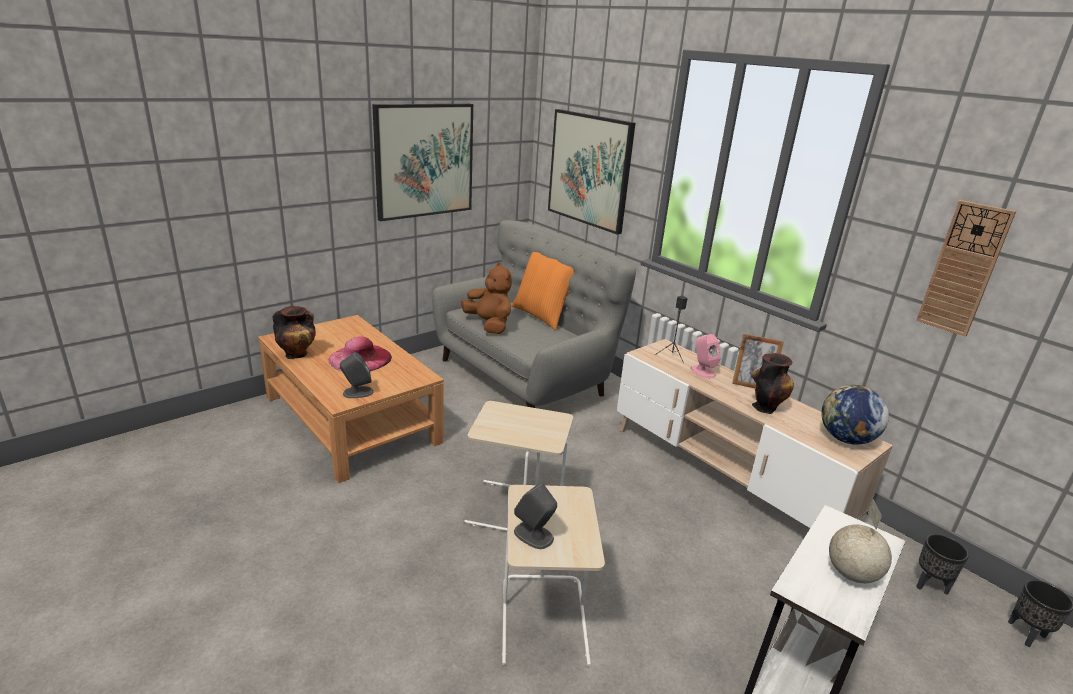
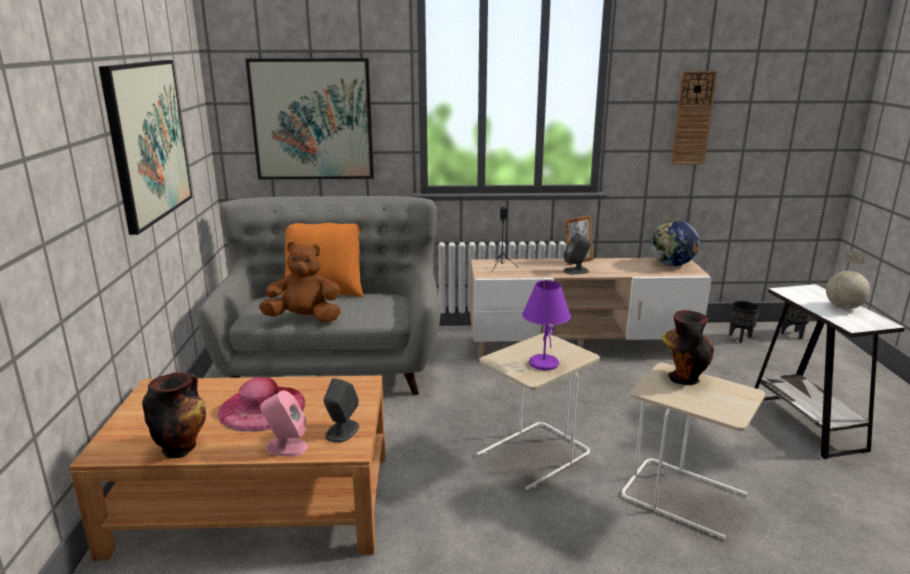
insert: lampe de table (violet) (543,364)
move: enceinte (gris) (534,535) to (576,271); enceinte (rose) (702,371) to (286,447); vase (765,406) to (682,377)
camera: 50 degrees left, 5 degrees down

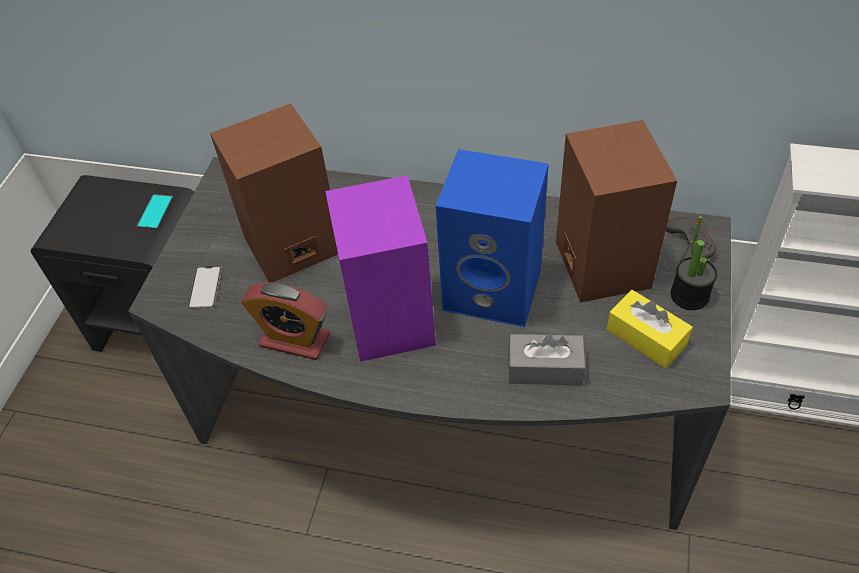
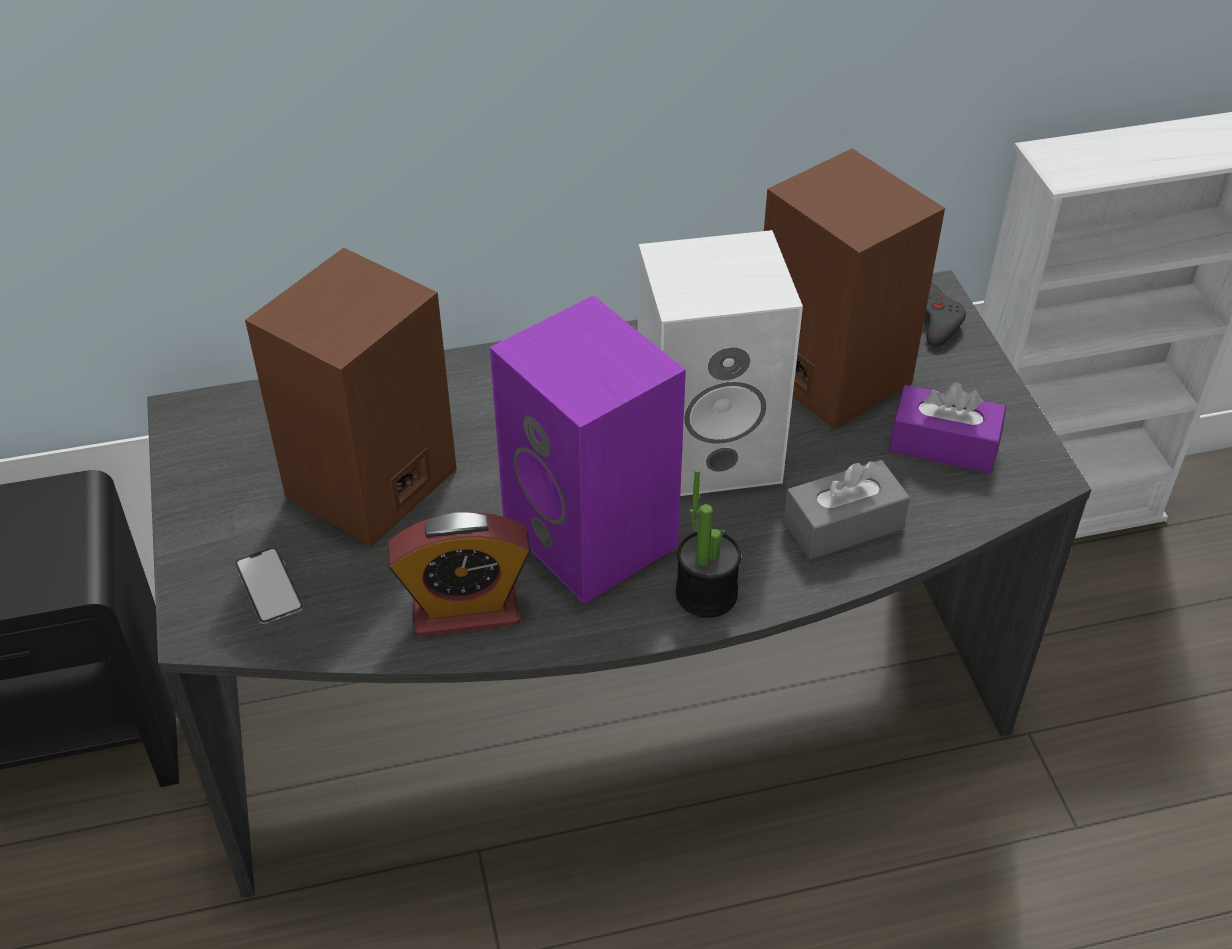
delete: téléphone (155,212)
move: plante en pot (689,295) to (706,594)
recolor: enceinte (bleu) (495,289) to enceinte (blanc) (711,448); boîte à mouchoirs (jaune) (646,337) to boîte à mouchoirs (violet) (943,444)
camera: 30 degrees left, 5 degrees down

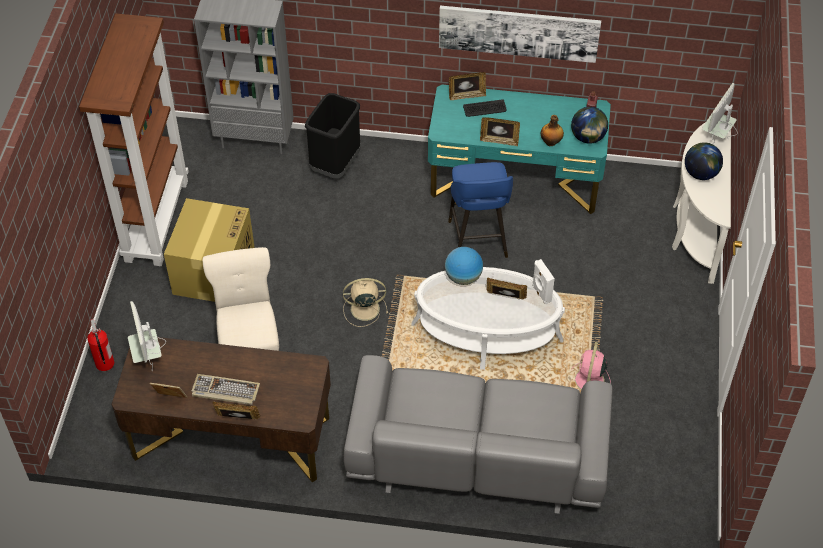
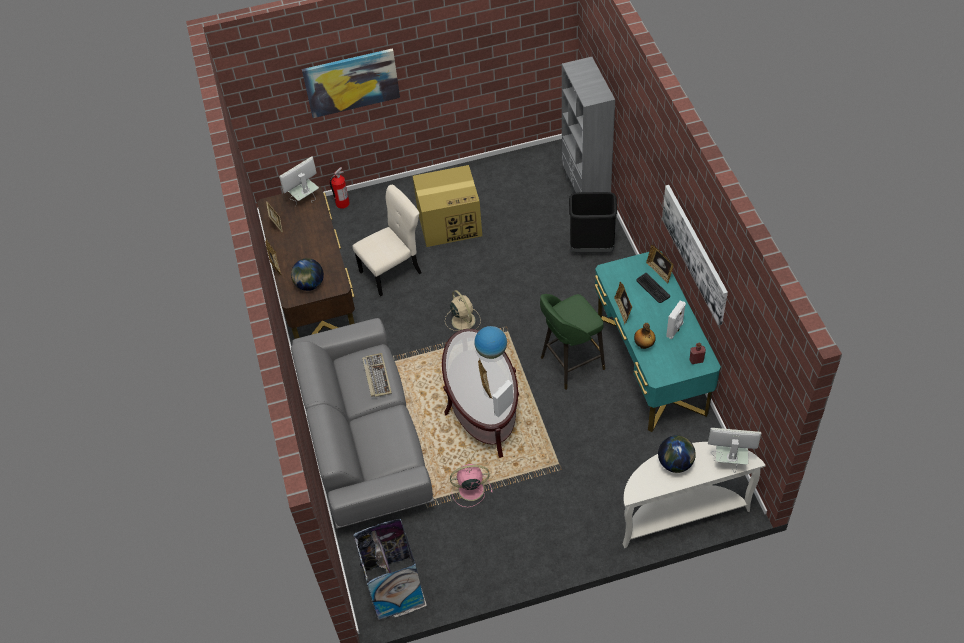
delete: bibliothèque (marron) (156,219)
insert: tableau (351,82); poubelle (394,587); enceinte (blanc) (675,330)
move: clavier (225,391) to (376,376); globe (588,137) to (309,284)
recolor: table basse (blanc) (487,332) to table basse (marron) (482,404); tabouret (bleu) (478,241) to tabouret (vert) (570,364)
camera: 70 degrees right, 0 degrees up

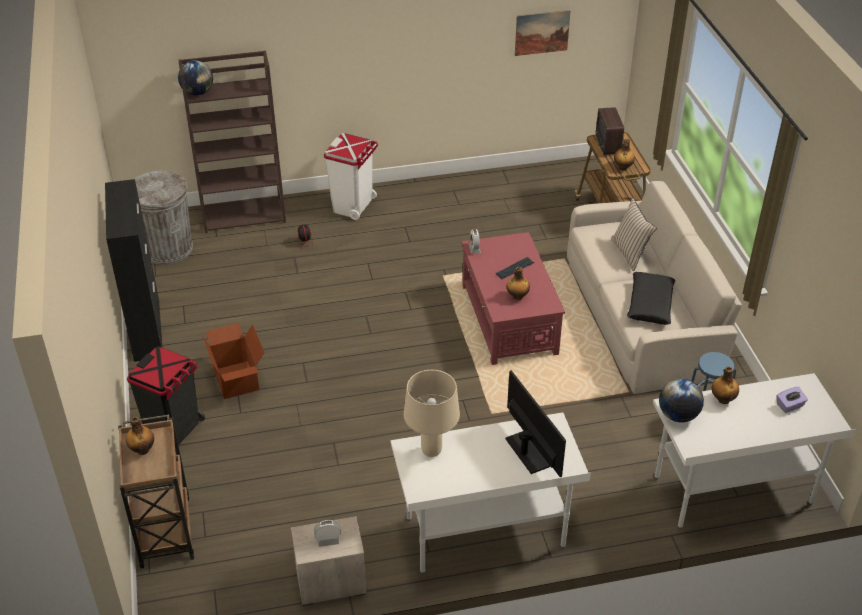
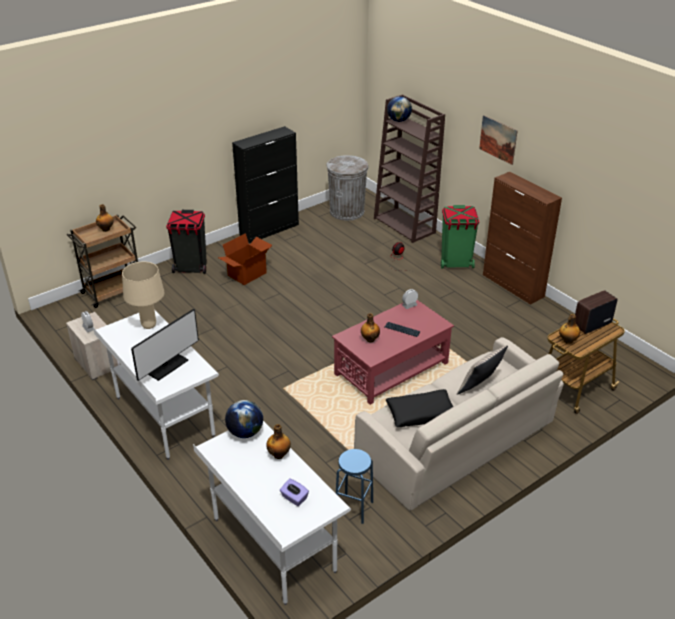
insert: meuble de rangement (marron) (513,286)
move: tableau (542,32) to (498,139)
recolor: poubelle (blanc) (353,206) to poubelle (vert) (456,263)
camera: 65 degrees right, 5 degrees down

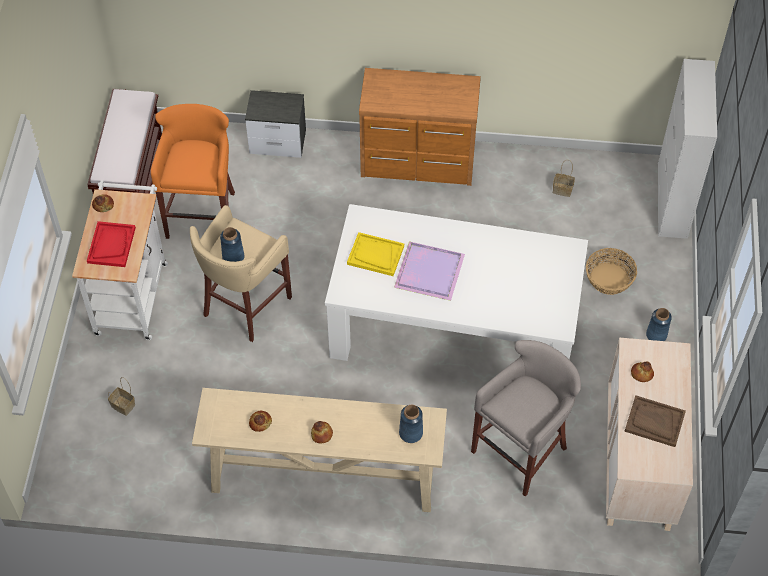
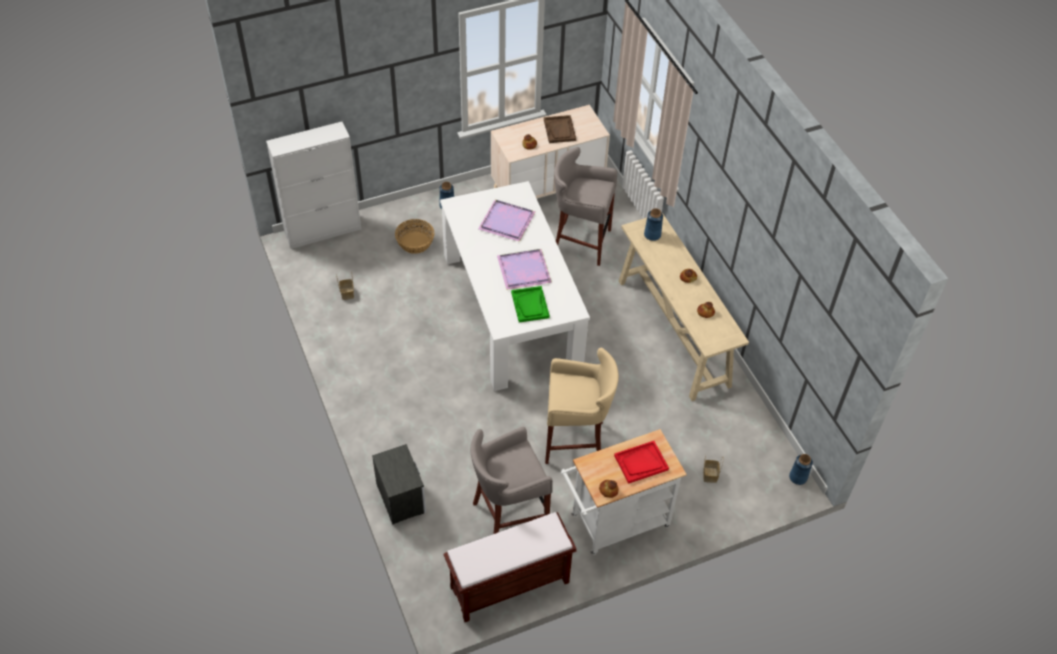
delete: commode (marron) (418,162)
insert: plateau (violet) (507,222)
move: vase (bleu) (233,257) to (798,477)
recolor: tabouret (orange) (203,213) to tabouret (gris) (508,515); plateau (jaune) (375,255) to plateau (vert) (530,305)
camera: 120 degrees left, 5 degrees down

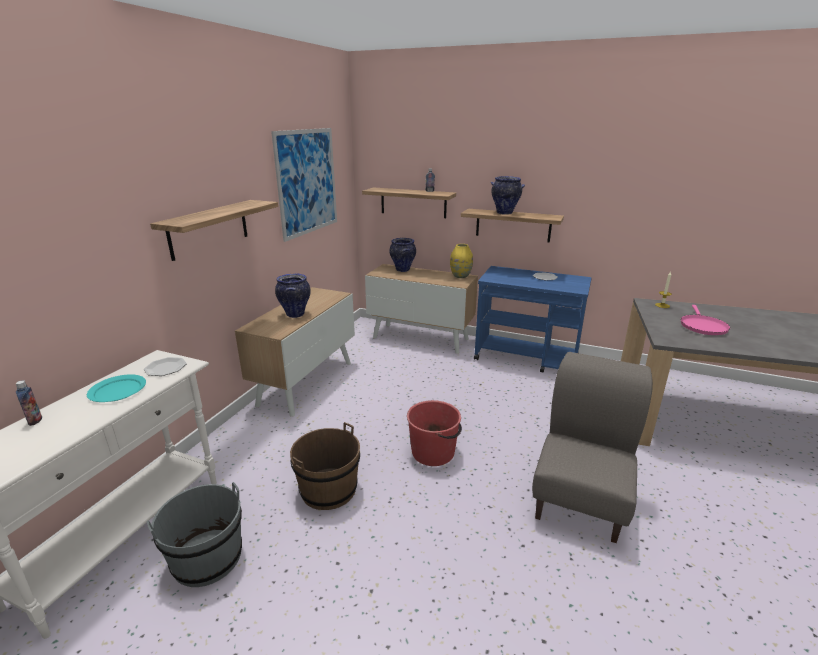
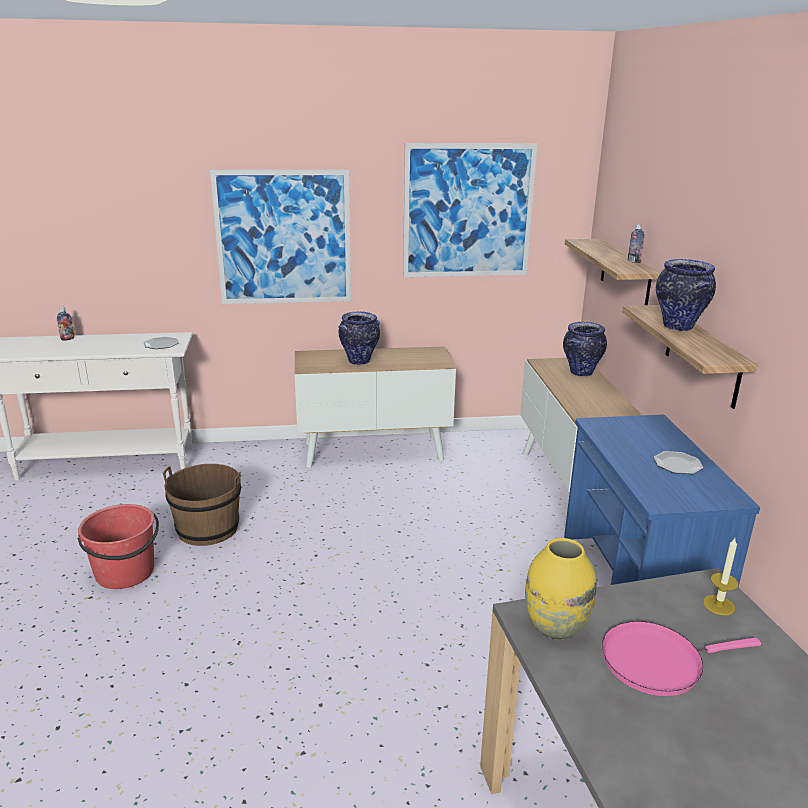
delete: assiette (turquoise) (117,391); seau (gris) (207,558); chaise (gris) (580,500)
move: seau (rouge) (433,452) to (125,572); vase (jaune) (460,276) to (555,627)
replace: étagère (209,229) to tableau (283,238)
camera: 60 degrees right, 0 degrees up

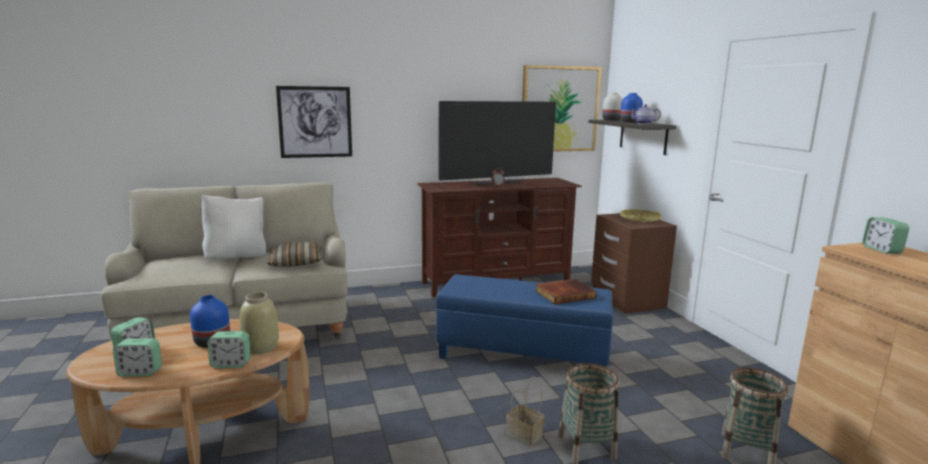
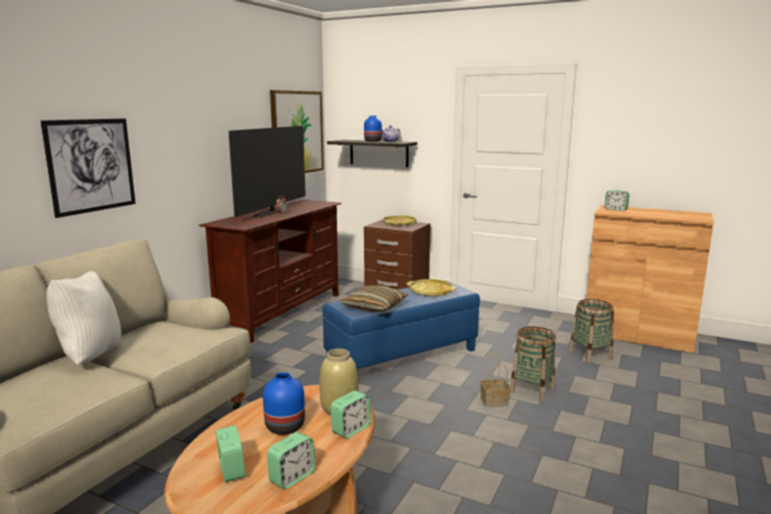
delete: vase (blanc) (612,120)
move: coussin (296,262) to (374,306)
replace: livre (564,294) to plateau (jaune) (431,291)
camera: 45 degrees left, 0 degrees up

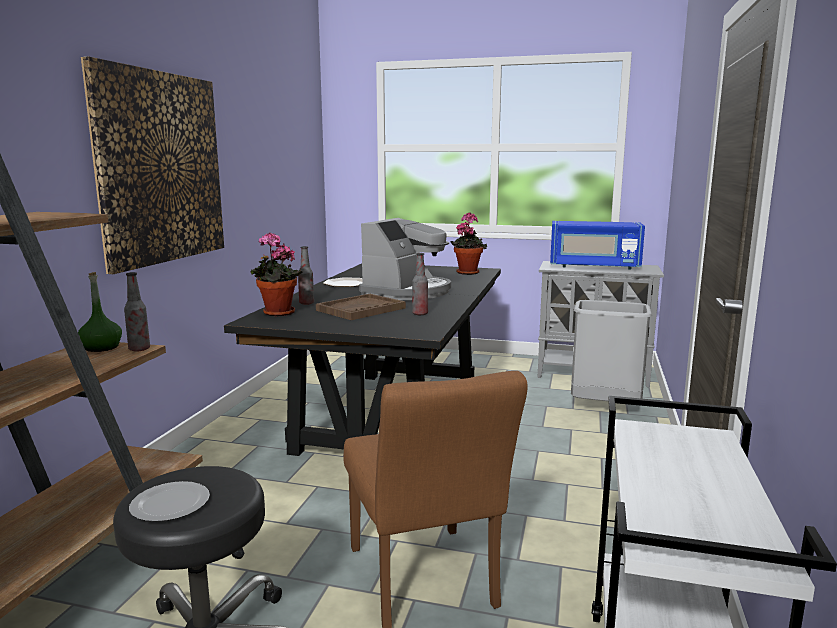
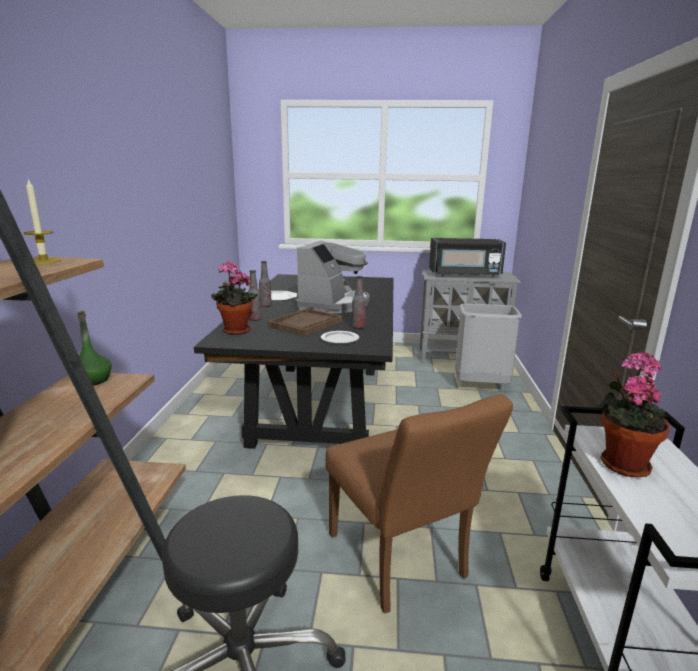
delete: tableau (161,168)
insert: bougie (44,261)
move: bouteille (139,349) to (265,305); assiette (169,504) to (339,339); plante en pot (467,272) to (622,463)
recolor: micro-ondes (bleu) (594,266) to micro-ondes (noir) (464,274)
camera: 10 degrees left, 5 degrees up

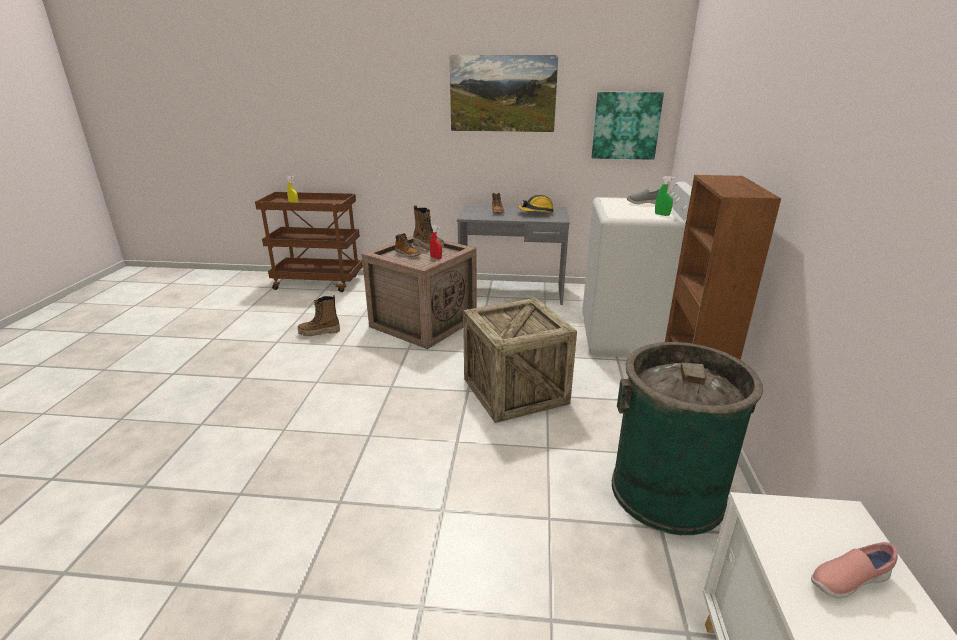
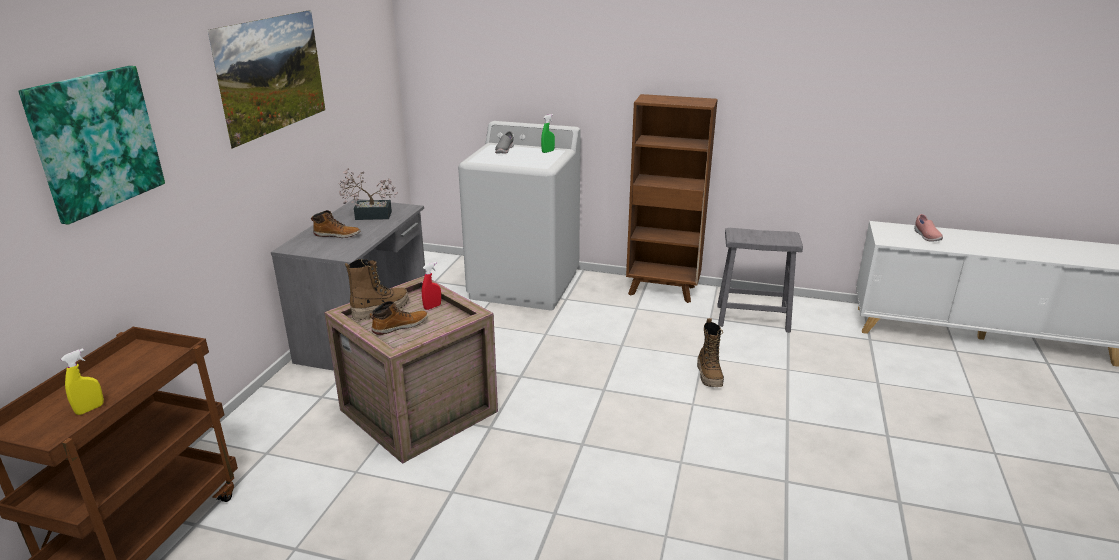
delete: caisse (515,391)
move: botte (319,332) to (709,375); tableau (625,125) to (95,141)
replace: casque de chantier (537,213) to plante en pot (369,215); poubelle (vert) (667,491) to tabouret (gris) (752,318)
camera: 80 degrees left, 0 degrees up

